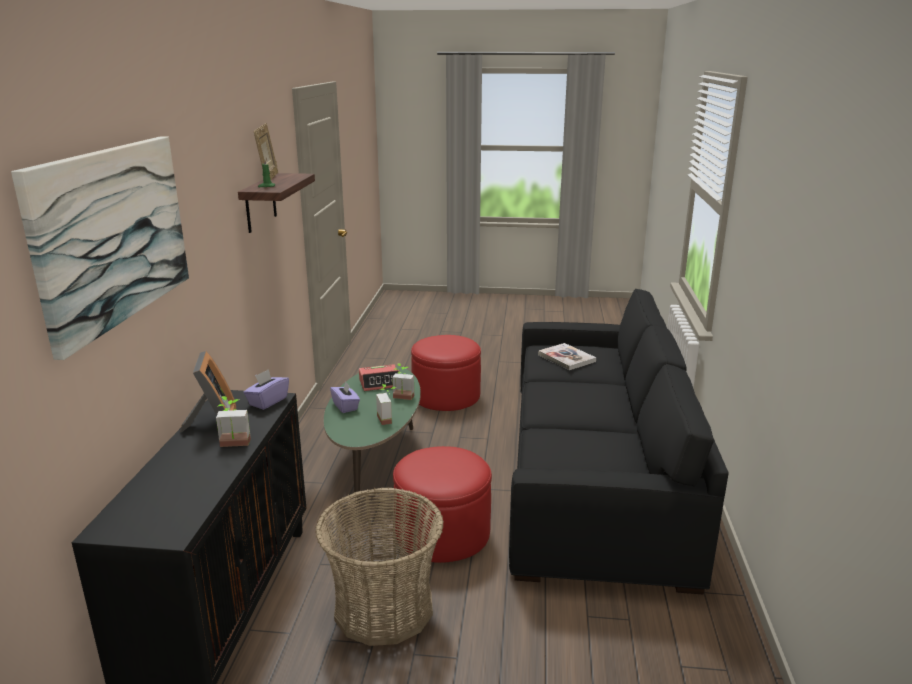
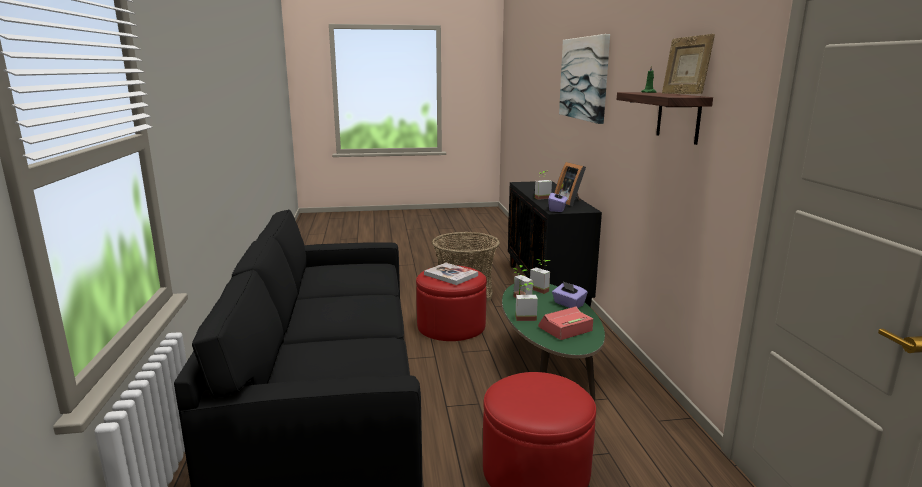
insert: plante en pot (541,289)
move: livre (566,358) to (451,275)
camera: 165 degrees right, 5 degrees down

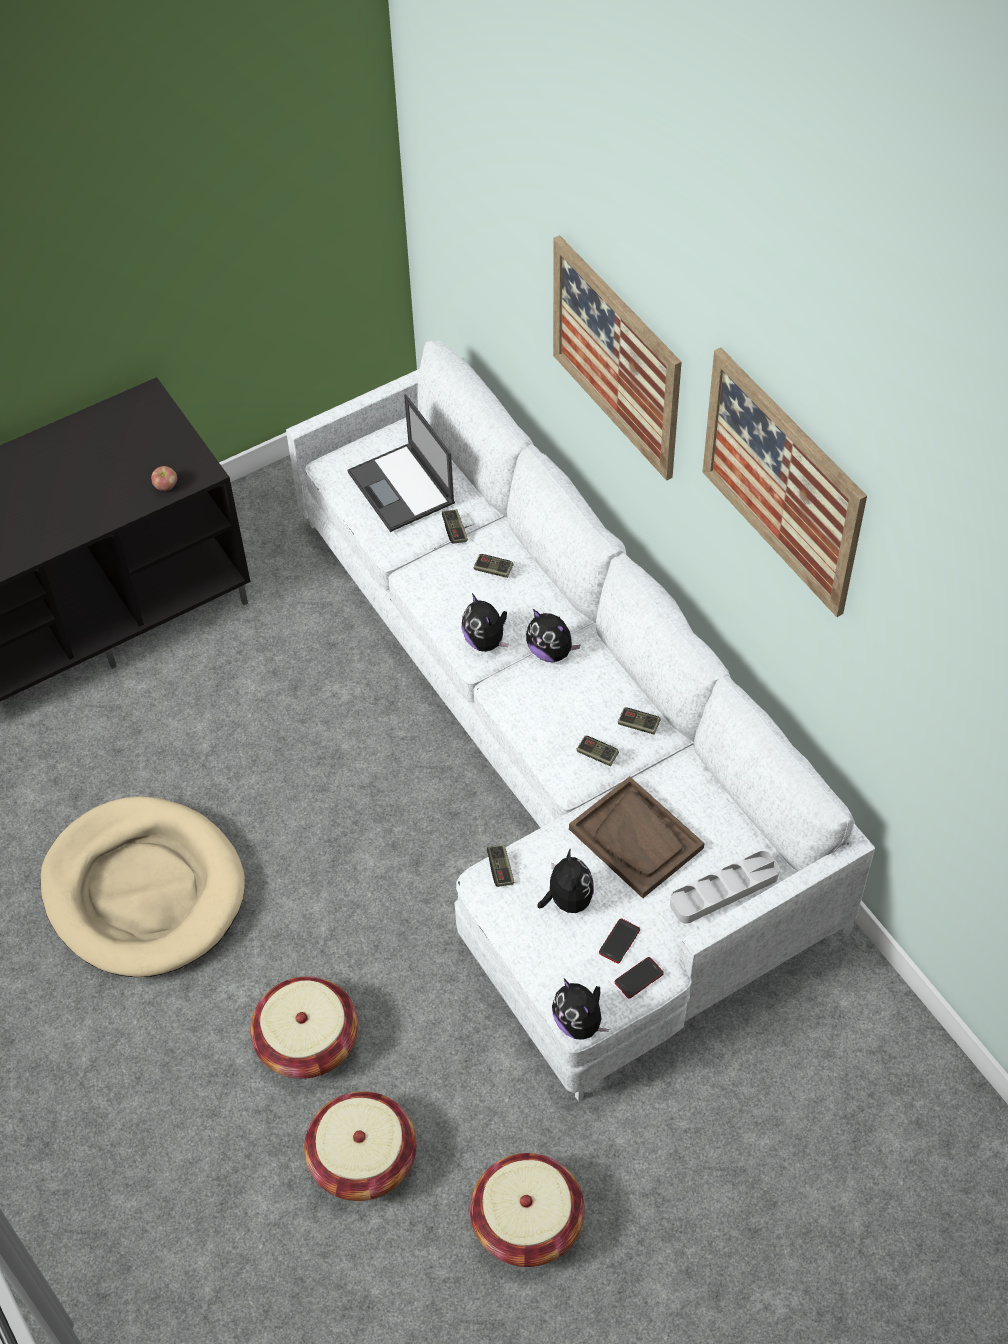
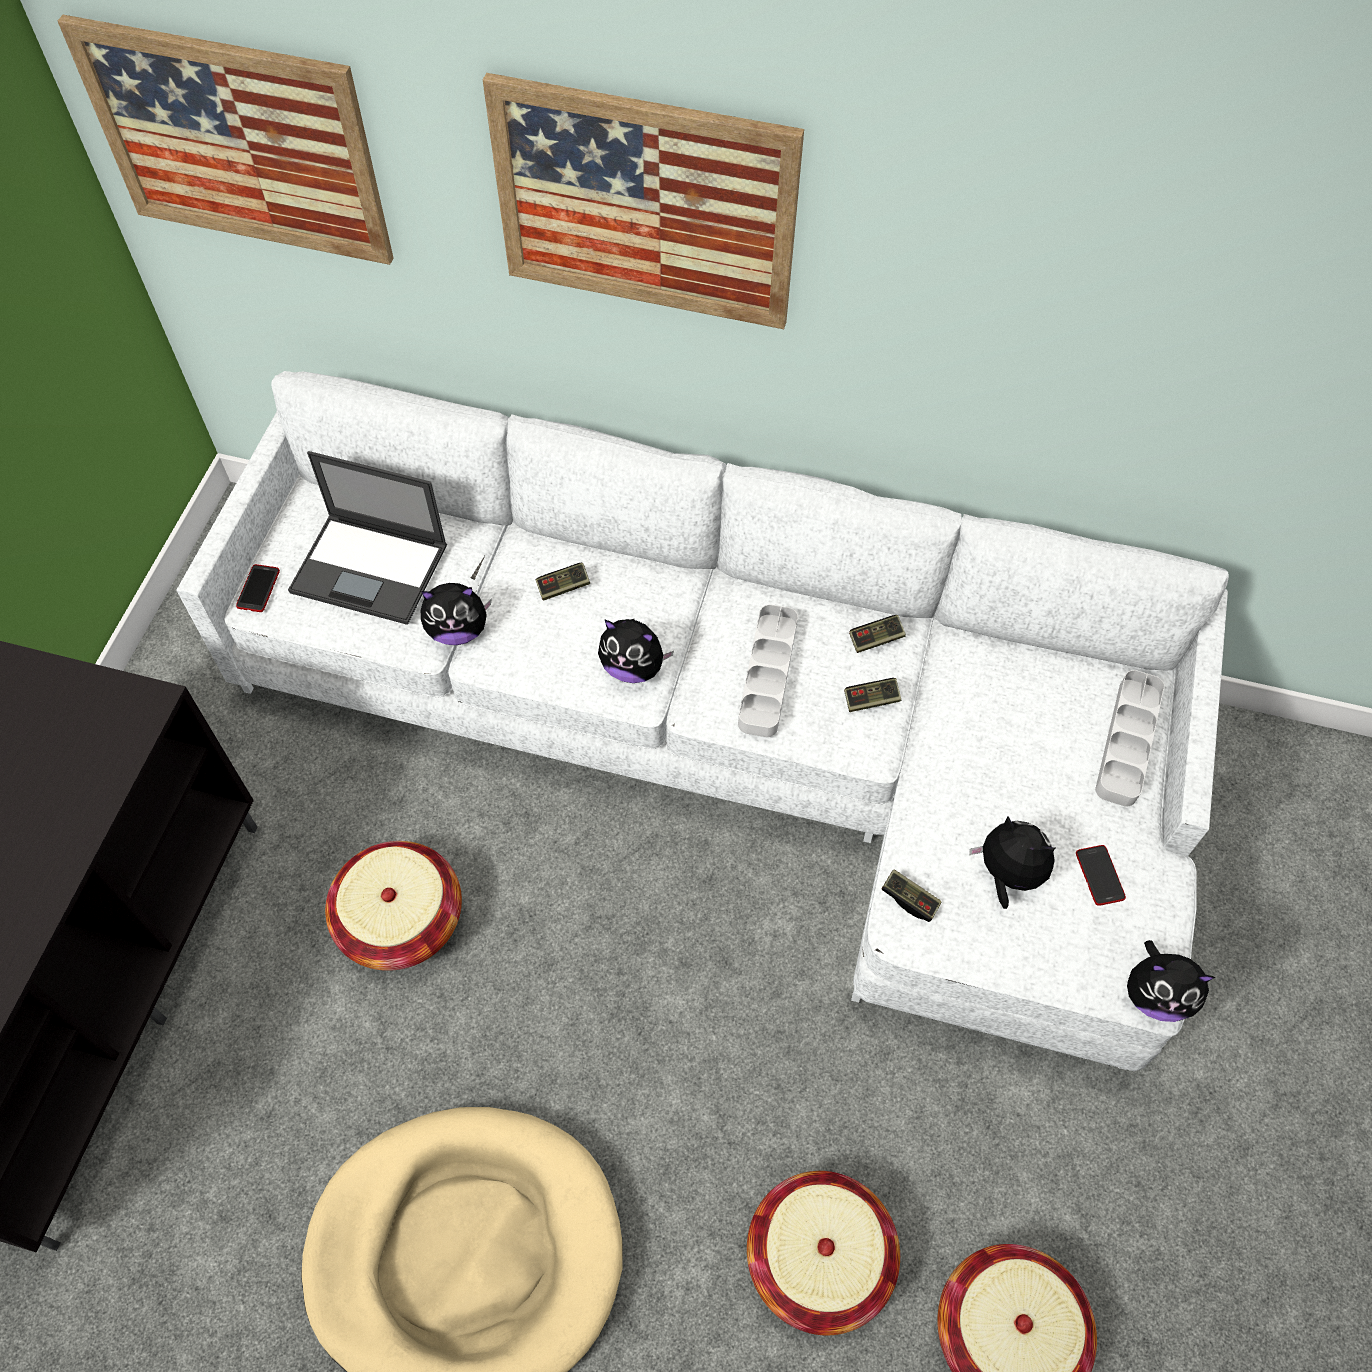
delete: pomme (166,486); manette (455,530); plateau (marron) (636,839)
insert: plateau (gris) (767,674)
move: panier (527,1221) to (401,919); peluche (551,652) to (458,630); téléphone (639,978) to (258,589); tableau (782,481) to (237,143)
camera: 45 degrees left, 5 degrees up

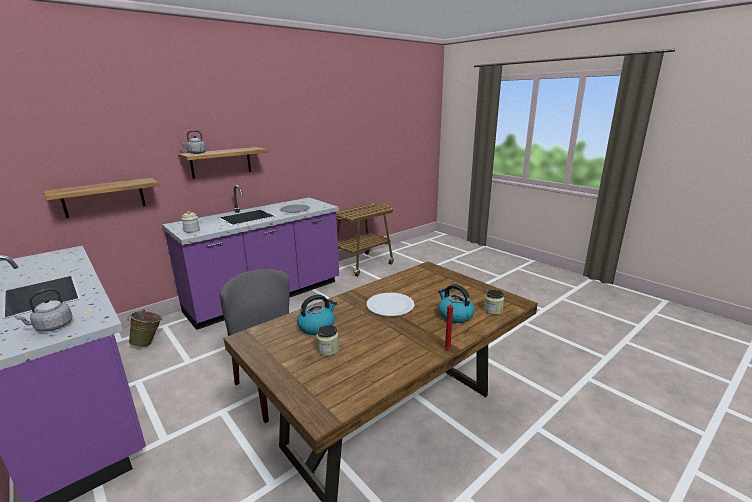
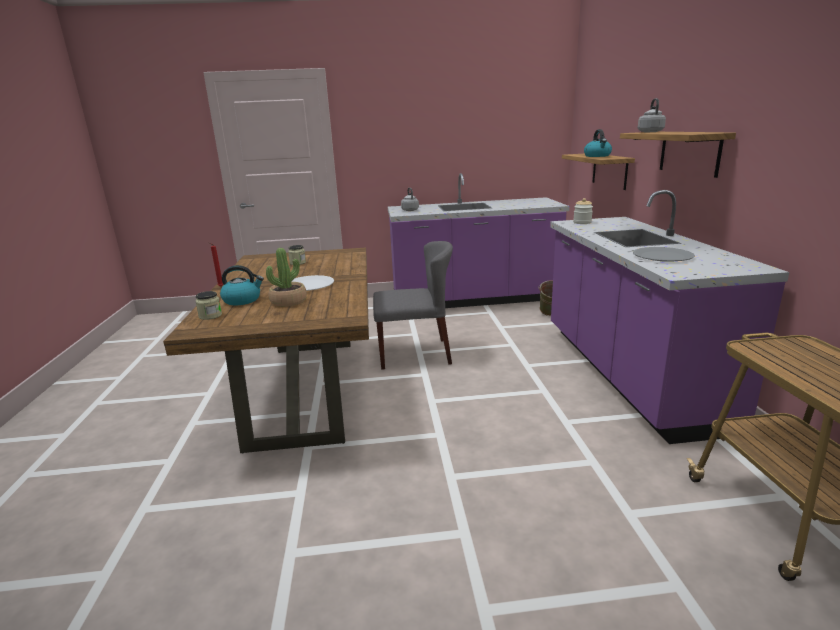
insert: plante en pot (288,301)
move: bouilloire (317,327) to (597,156)
camera: 125 degrees right, 0 degrees up

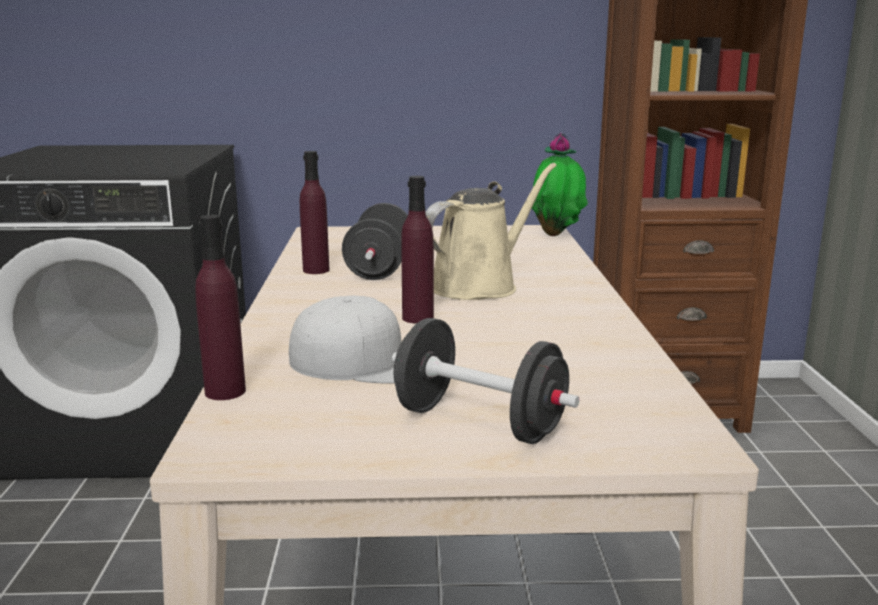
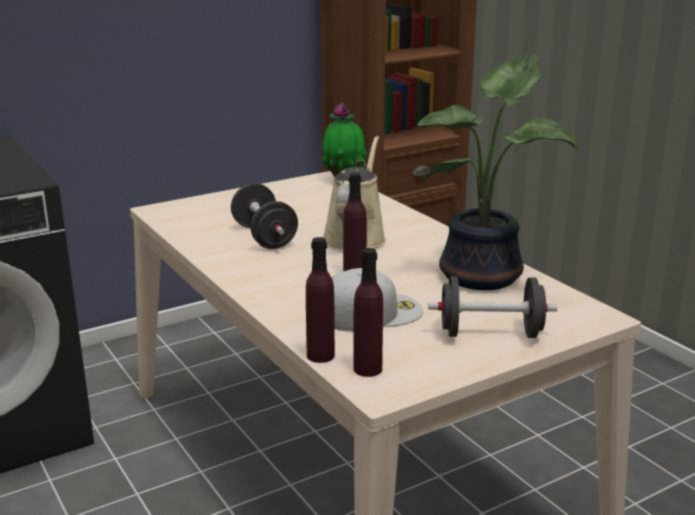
insert: plante en pot (486,275)
move: bouteille (violet) (316,270) to (367,369)
camera: 30 degrees left, 5 degrees up

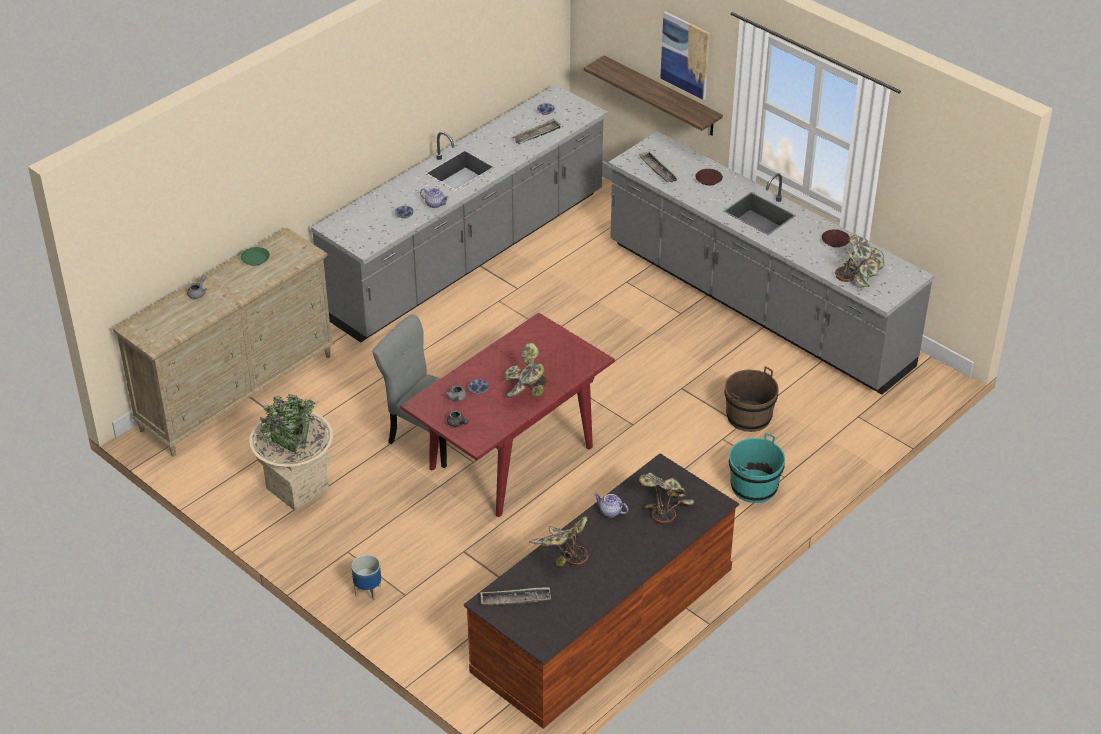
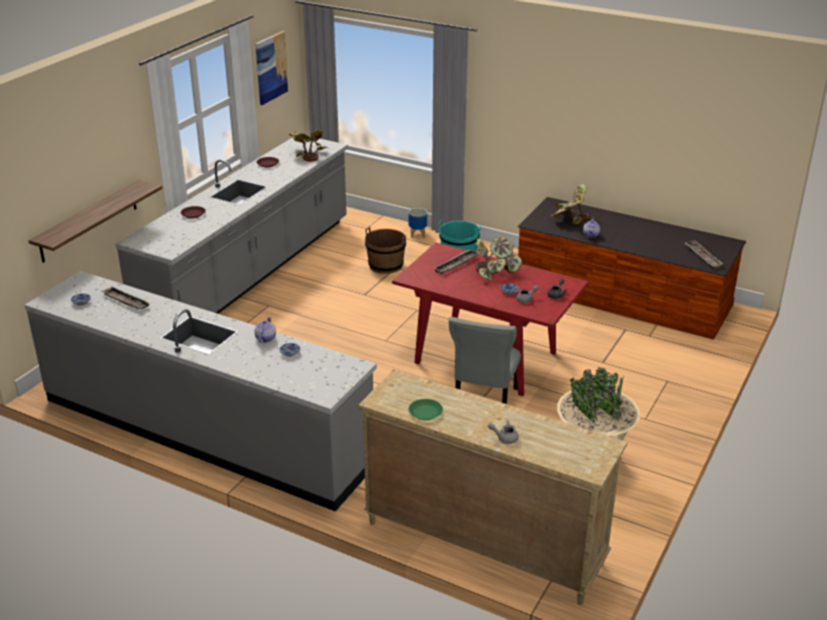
delete: plante en pot (561,552)
move: cache-pot (368,591) to (418,235); plateau (658,170) to (456,264); tableau (685,55) to (271,67)
camera: 105 degrees left, 10 degrees down

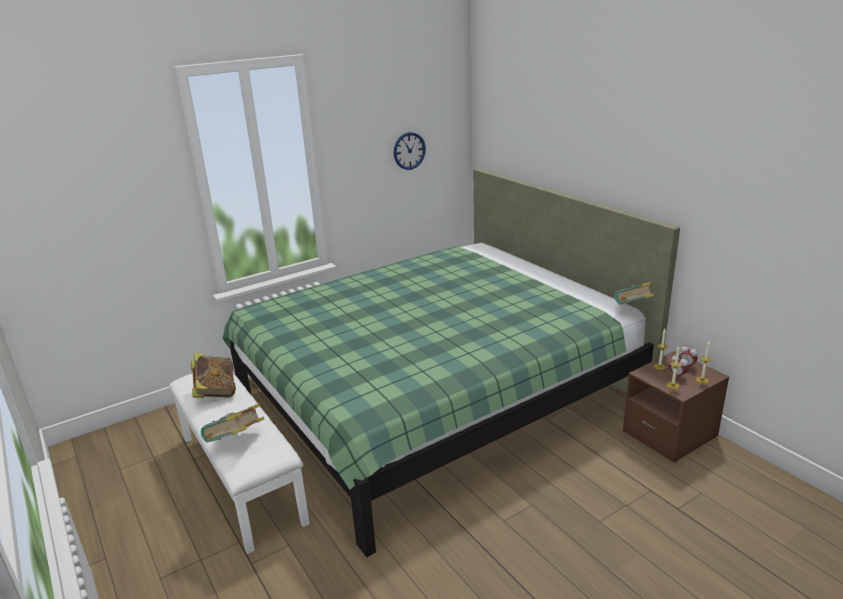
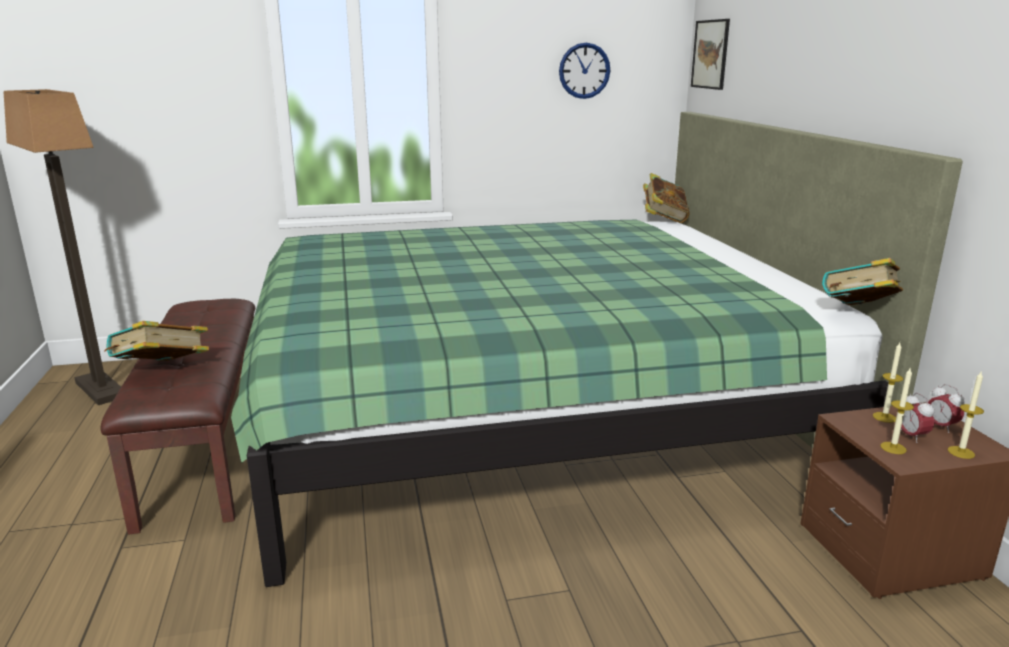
insert: lampadaire (100,390); tableau (710,54)
move: livre (215,392) to (663,219)
recolor: banc (blanc) (242,477) to banc (marron) (209,445)
camera: 20 degrees right, 5 degrees down

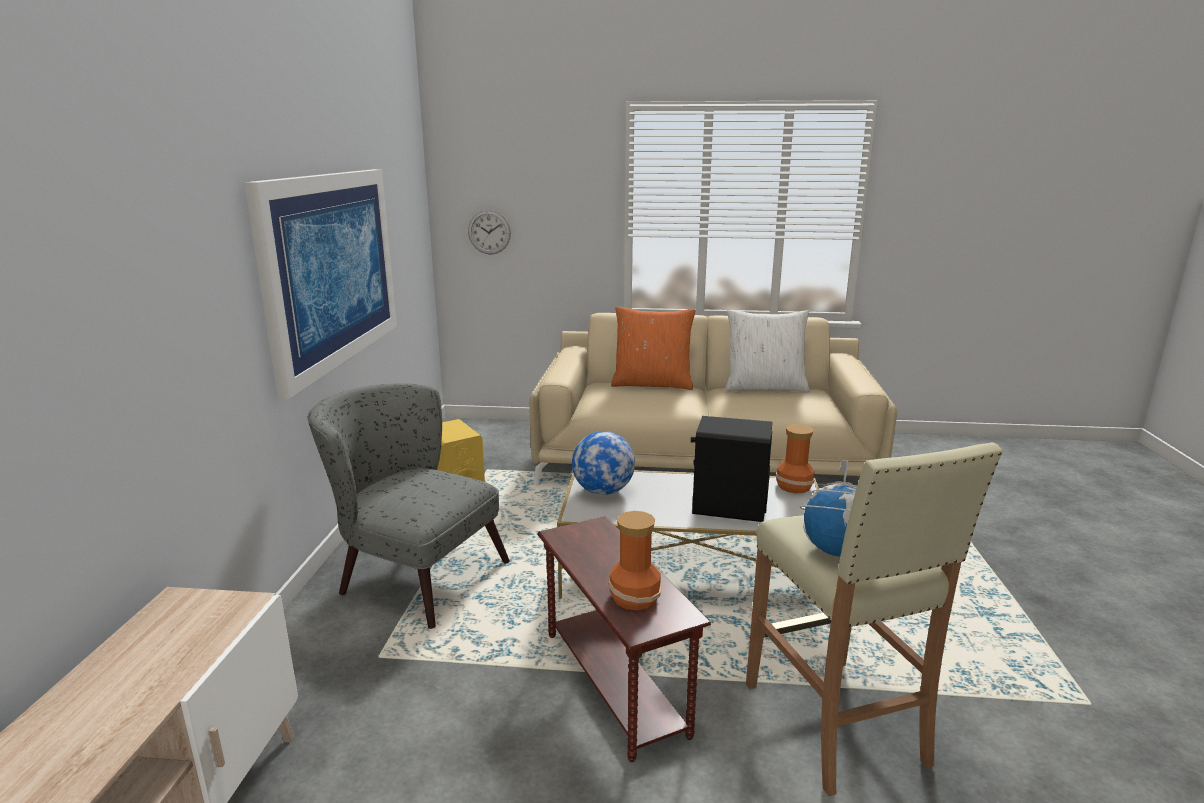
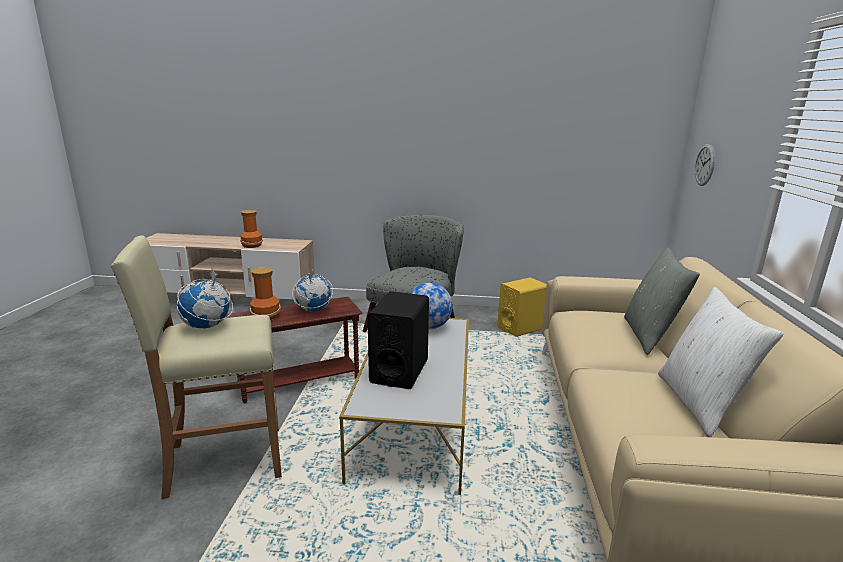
delete: tableau (331,269)
insert: globe (313,310)
move: vase (793,486) to (251,245)
recolor: coussin (orange) (652,384) to coussin (gris) (650,336)
camera: 90 degrees right, 0 degrees up

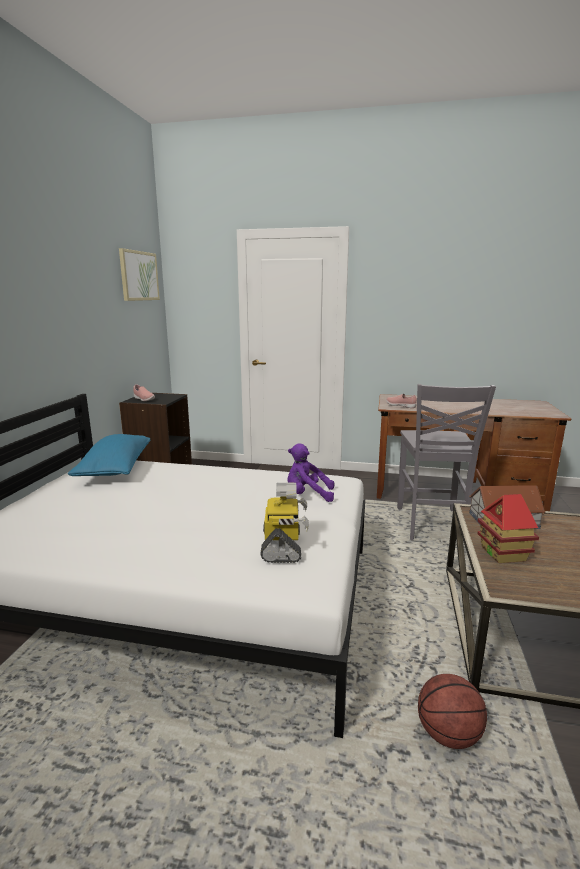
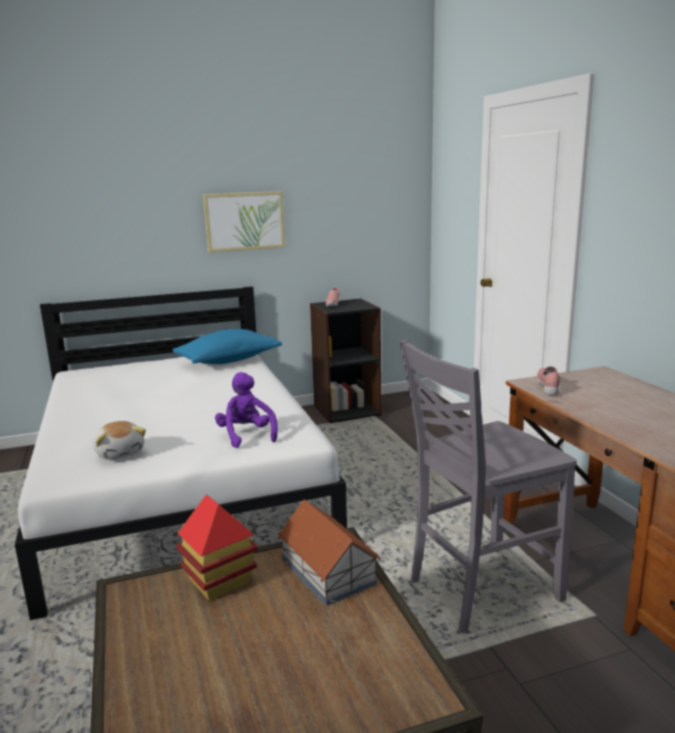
delete: ballon de basket (447,734)
move: tableau (139,276) to (244,221)
replace: robot jouet (282,546) to peluche (120,452)
camera: 60 degrees right, 0 degrees up

